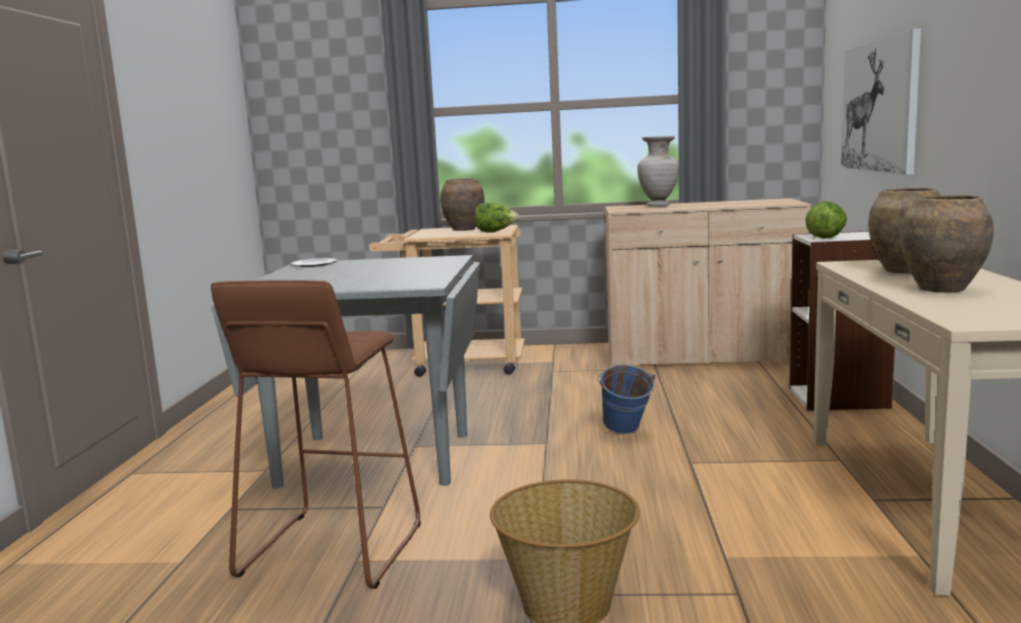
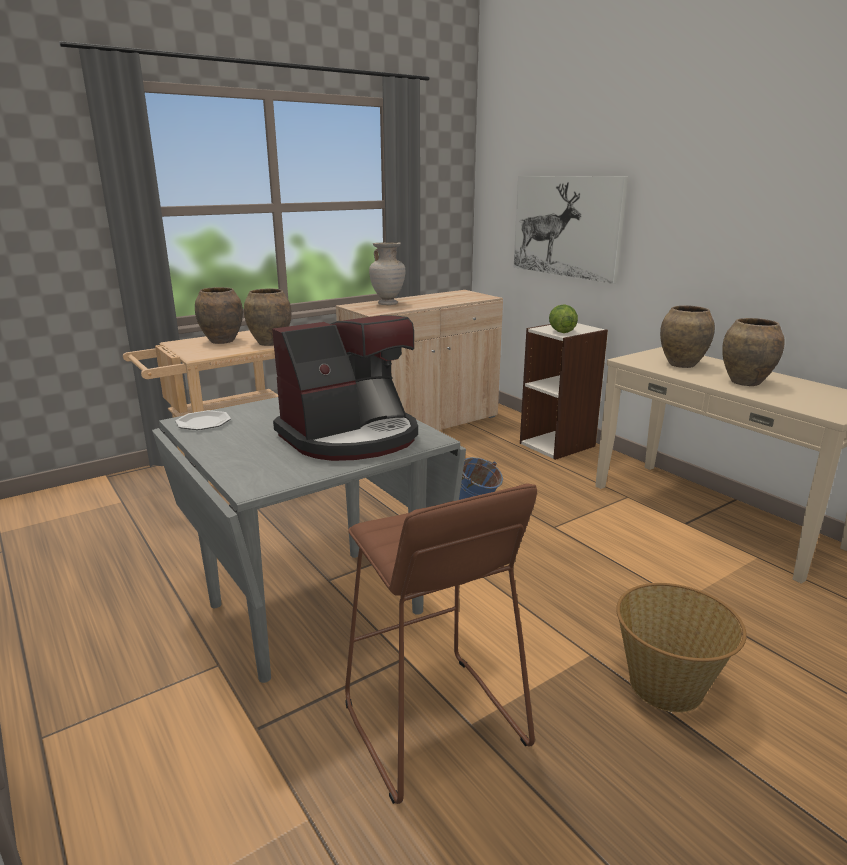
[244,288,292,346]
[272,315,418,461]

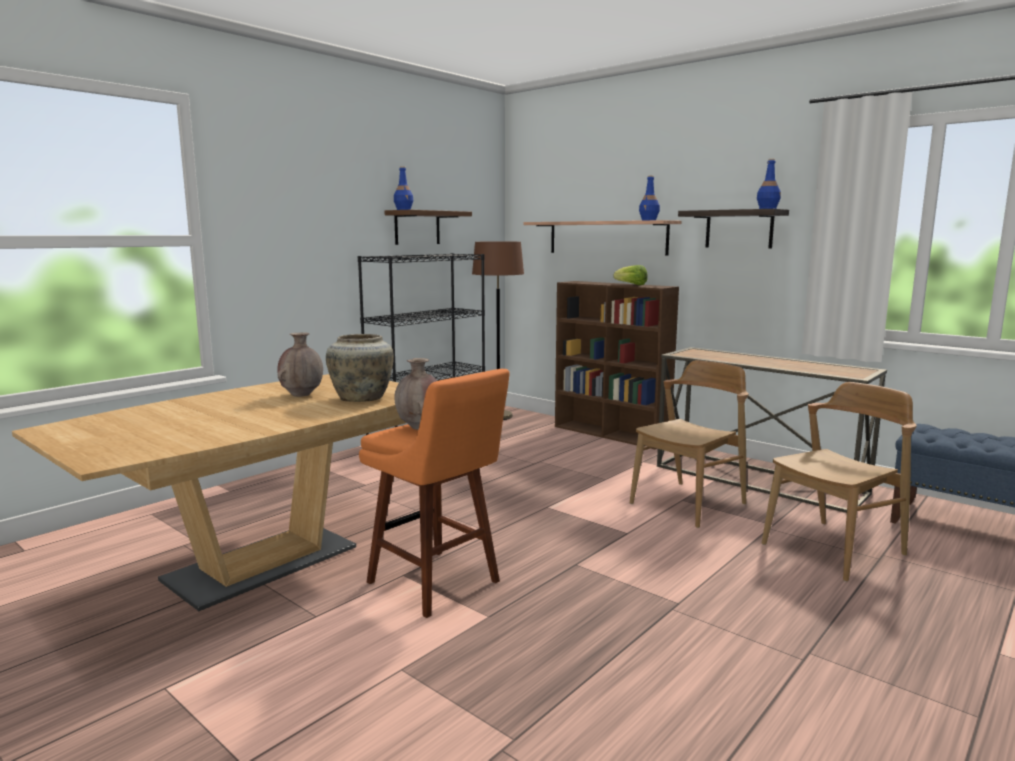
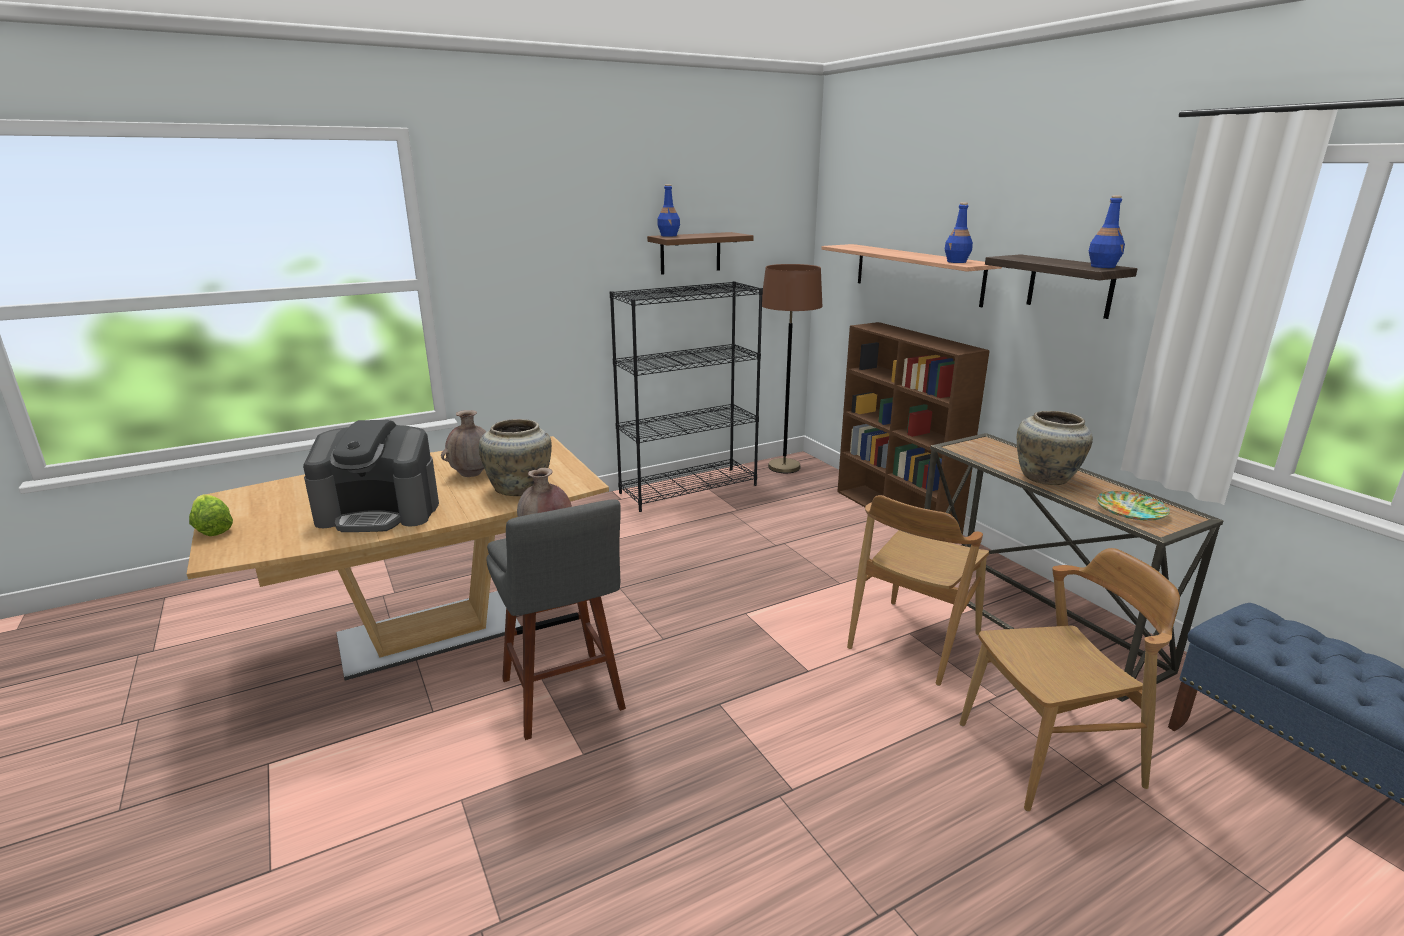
[189,494,233,536]
[847,495,989,686]
[486,500,626,740]
[1017,411,1093,485]
[303,420,439,532]
[1097,491,1170,521]

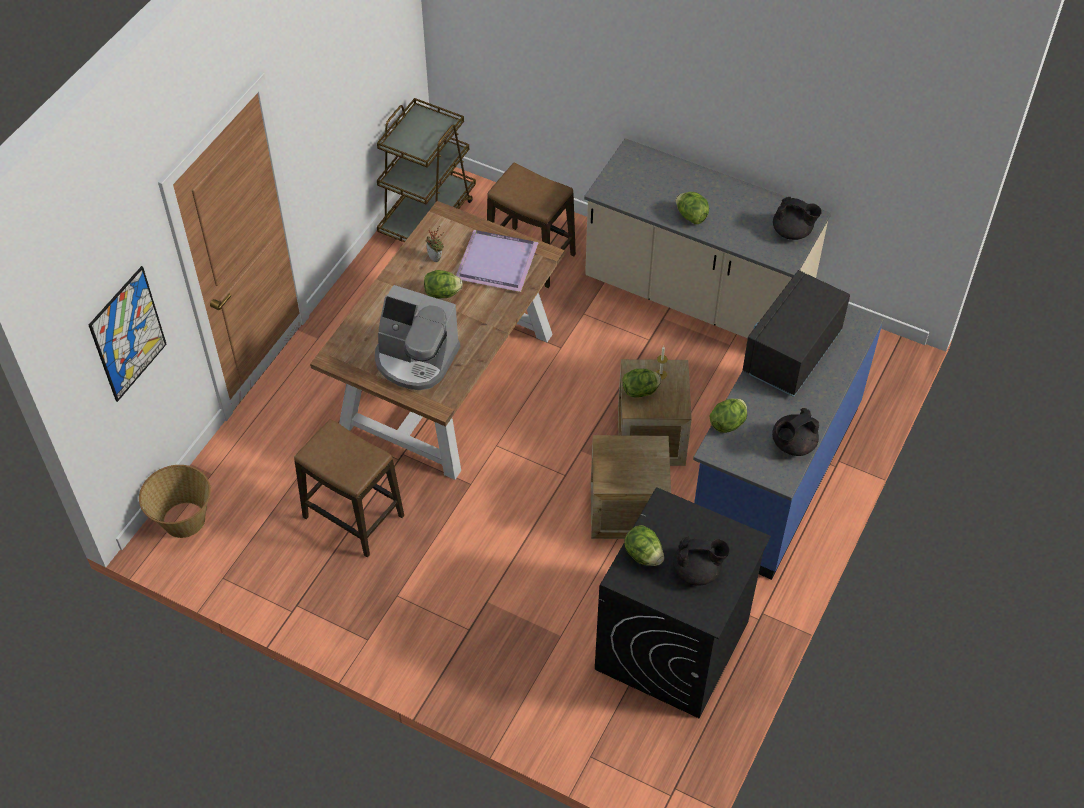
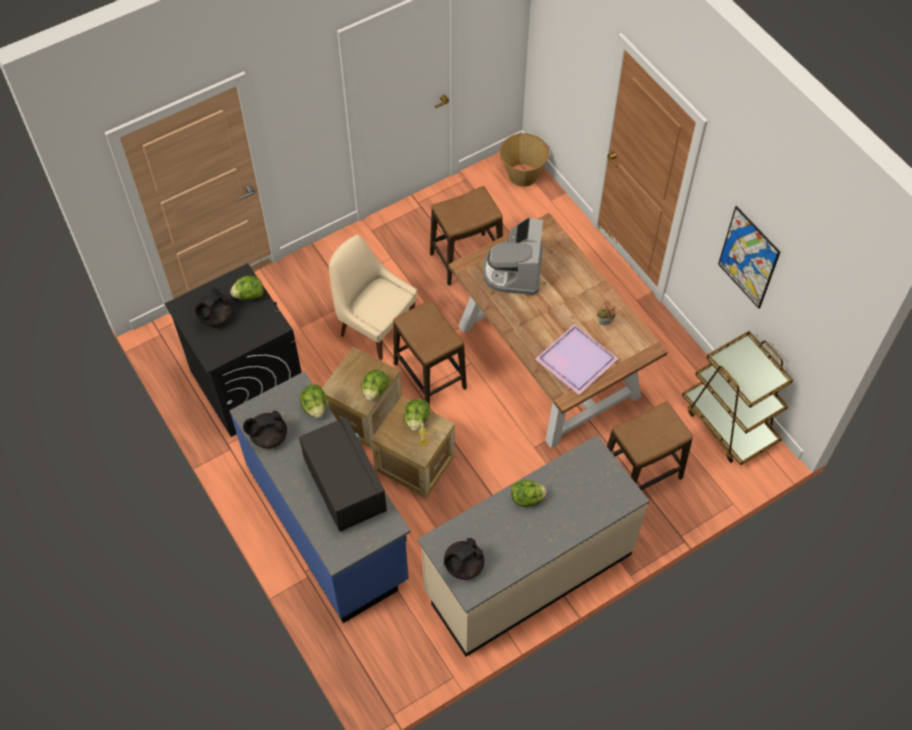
[718,206,780,309]
[362,370,389,401]
[483,217,543,295]
[243,411,287,449]
[329,235,417,360]
[393,300,467,409]

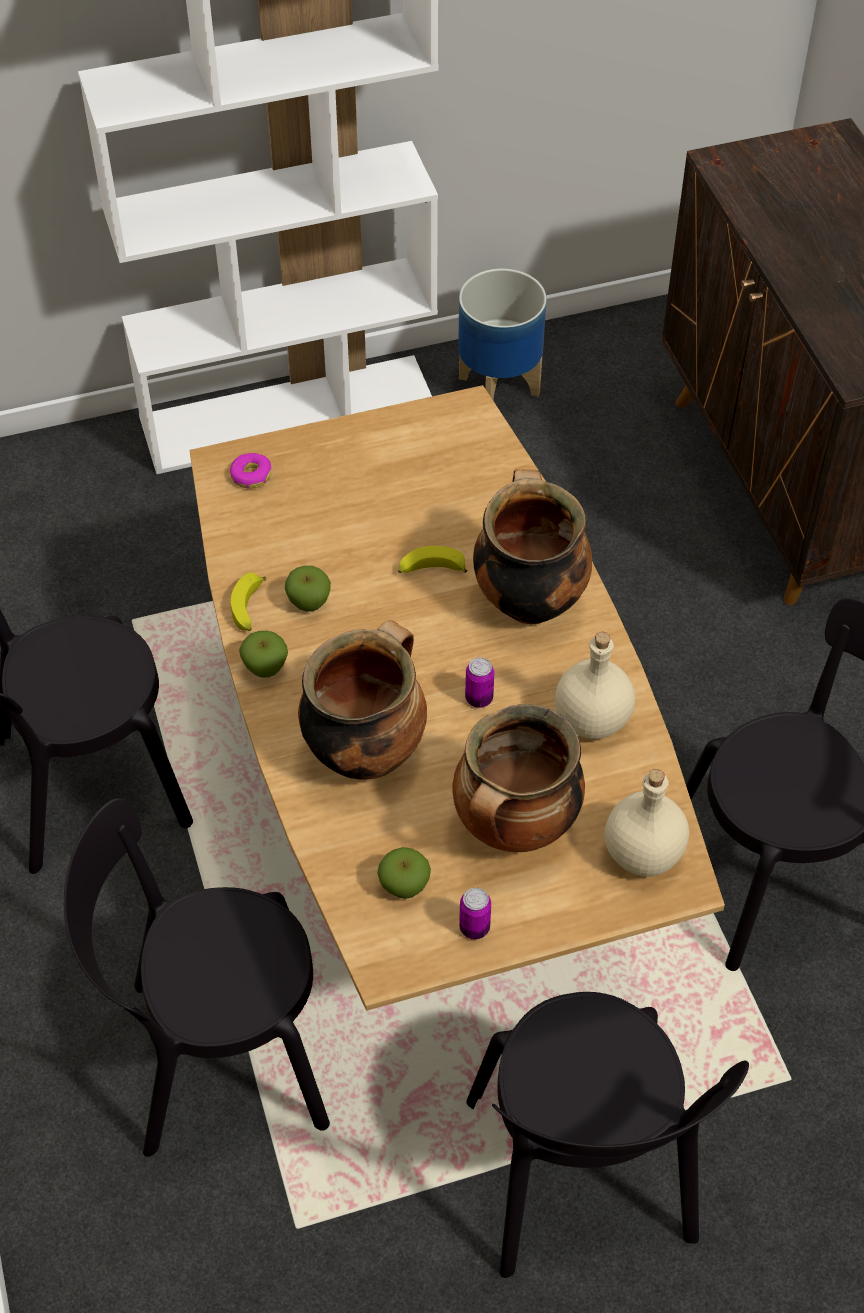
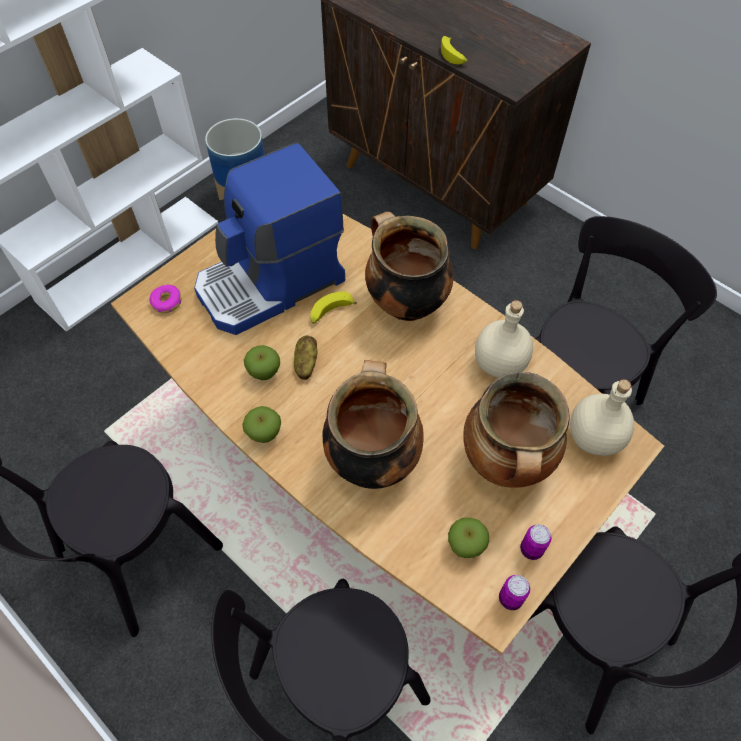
[441,36,468,64]
[499,575,530,610]
[194,142,345,335]
[294,336,318,380]

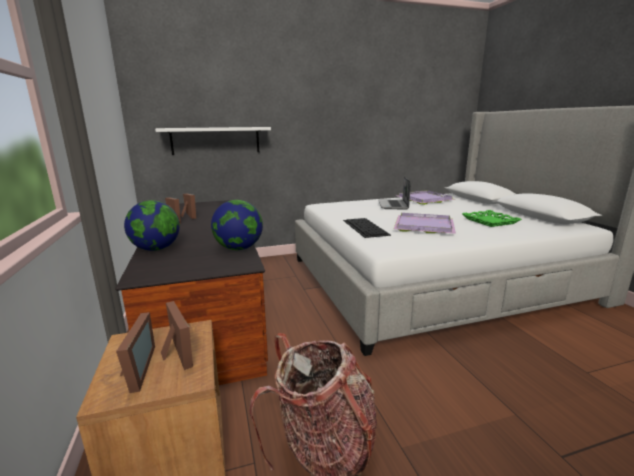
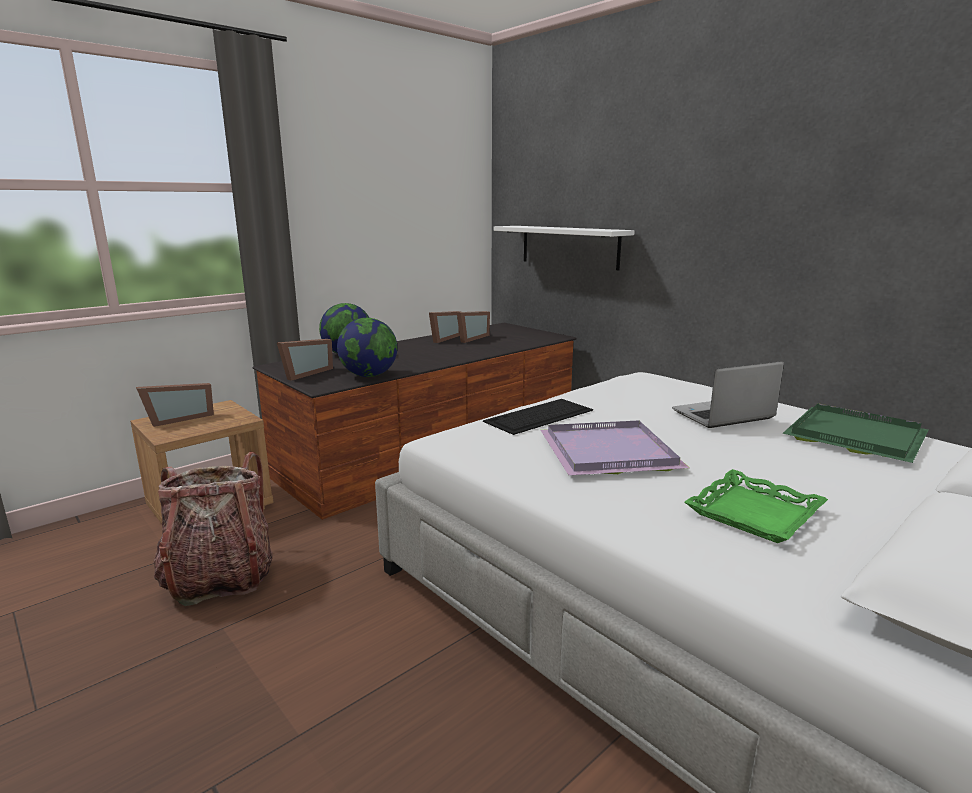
[782,403,928,463]
[277,339,333,381]

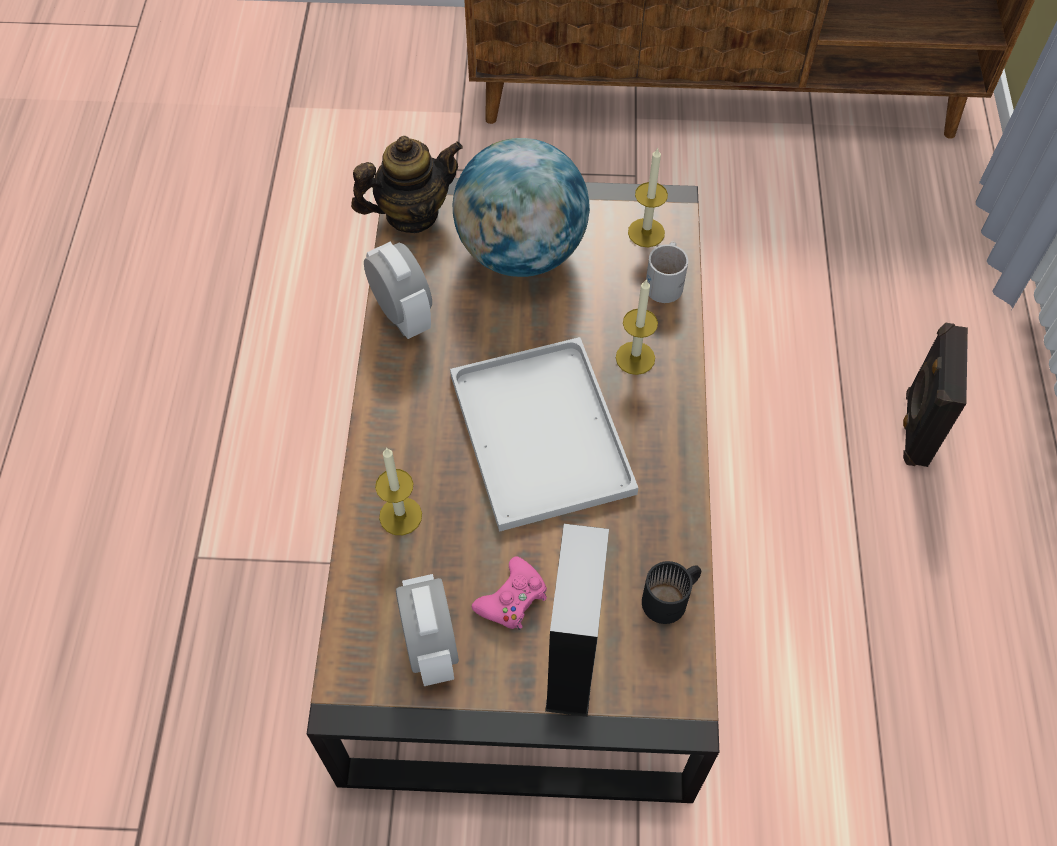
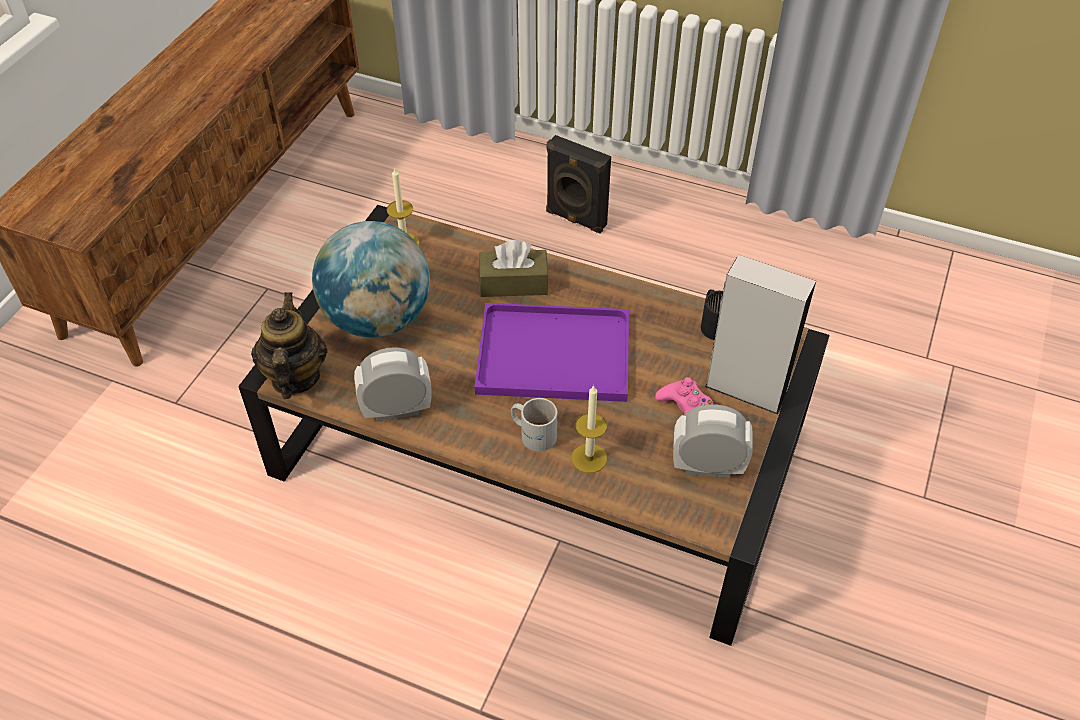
[511,398,557,451]
[479,240,549,297]
[475,303,629,402]

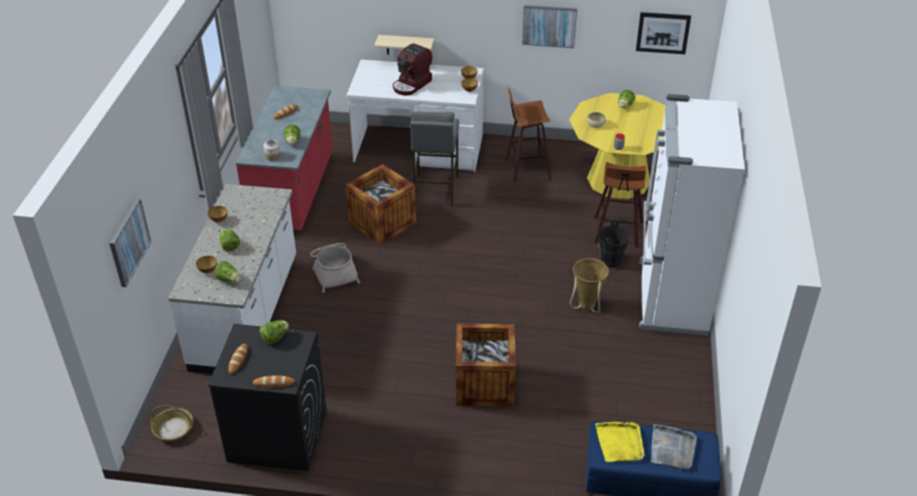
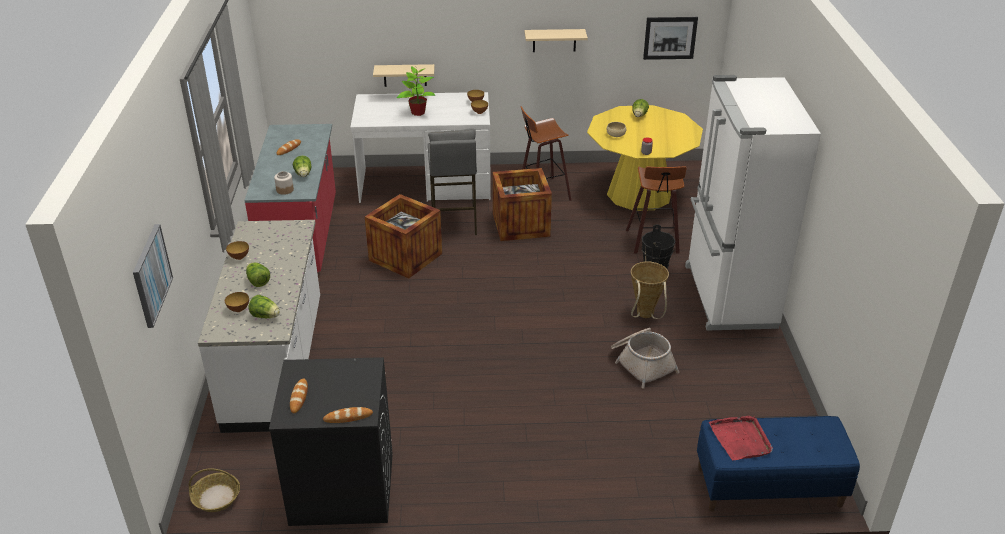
[524,29,588,52]
[397,66,435,116]
[611,328,679,389]
[259,320,289,344] (first image)
[493,168,552,241]
[709,416,773,460]
[651,424,697,469] (first image)

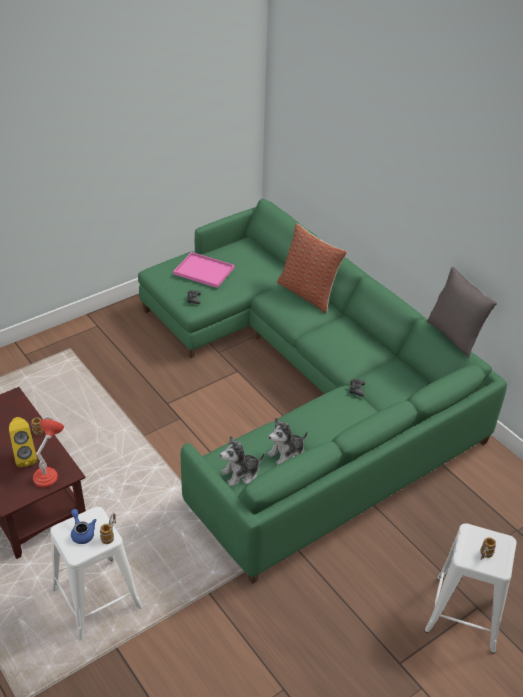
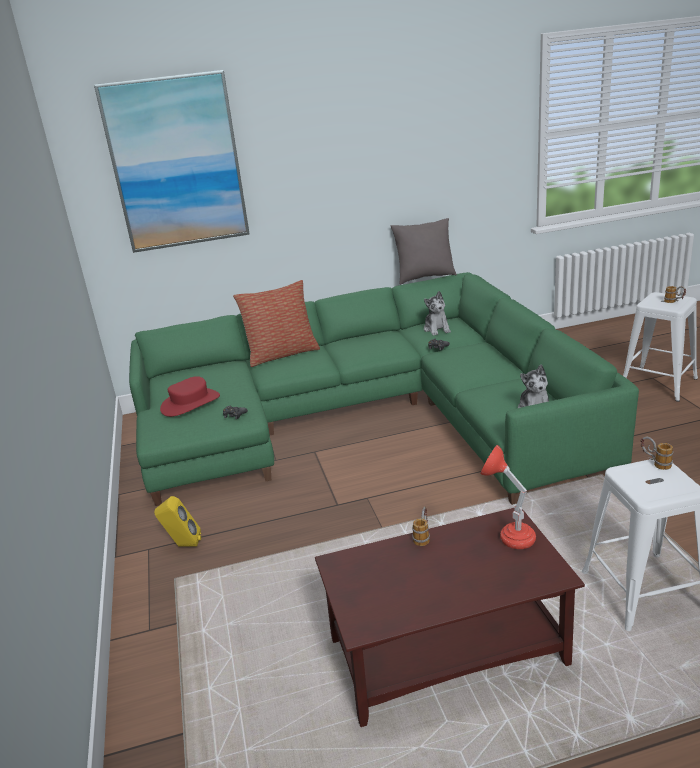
[160,376,220,417]
[154,496,201,547]
[424,291,451,336]
[71,509,96,544] (first image)
[94,70,250,253]

